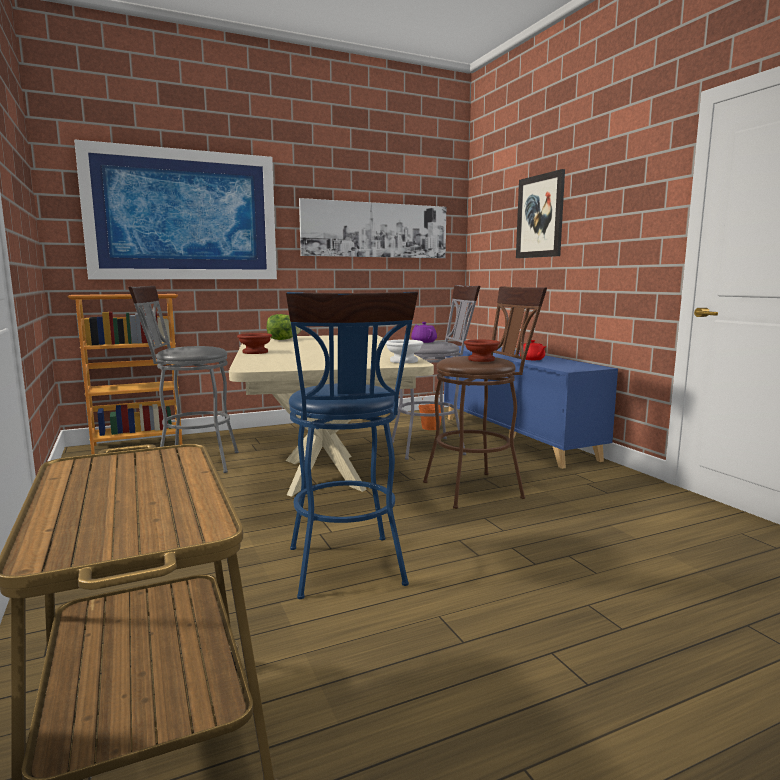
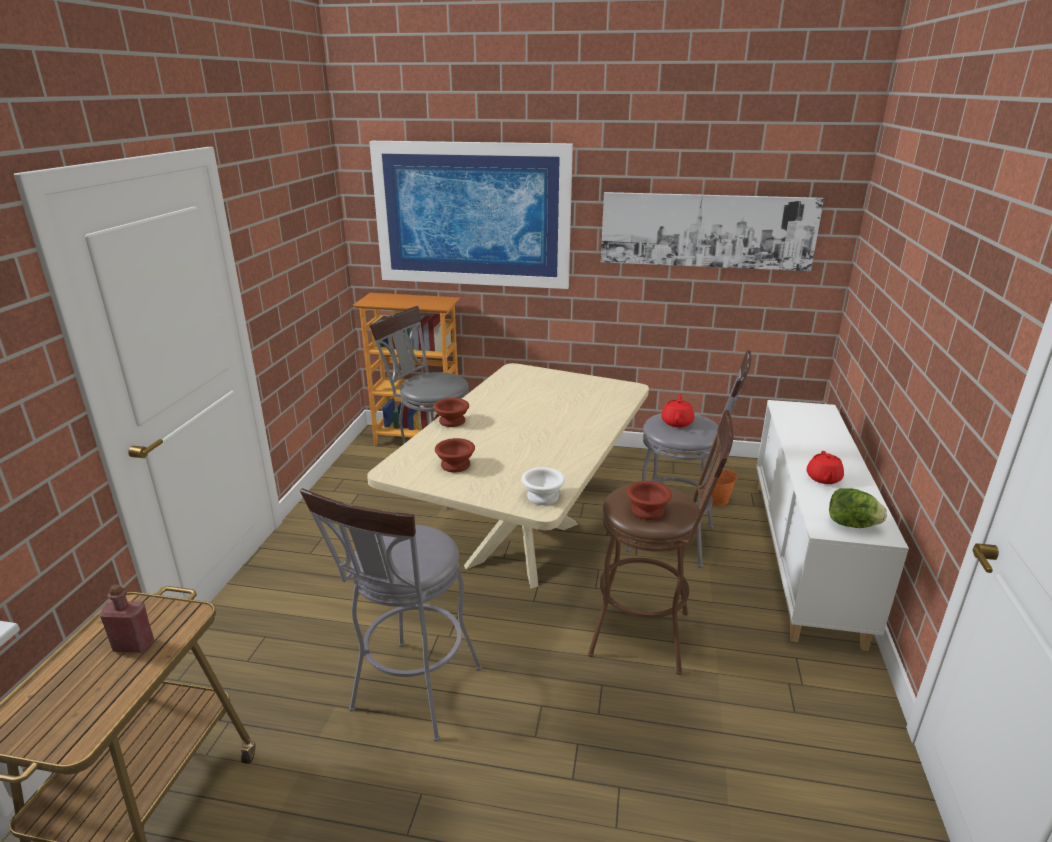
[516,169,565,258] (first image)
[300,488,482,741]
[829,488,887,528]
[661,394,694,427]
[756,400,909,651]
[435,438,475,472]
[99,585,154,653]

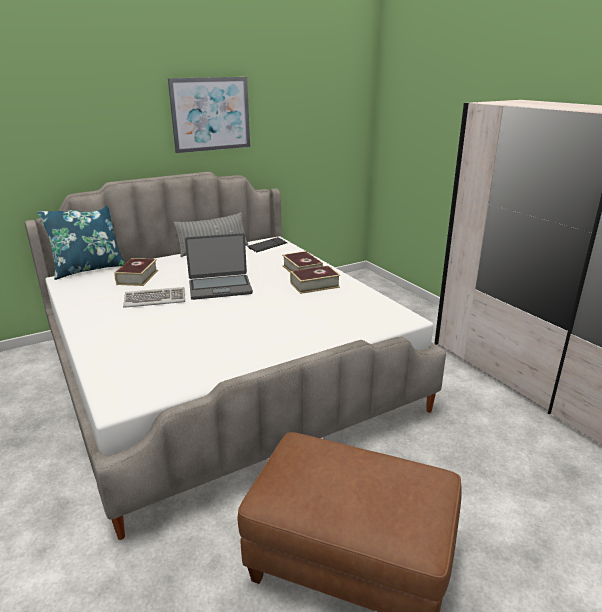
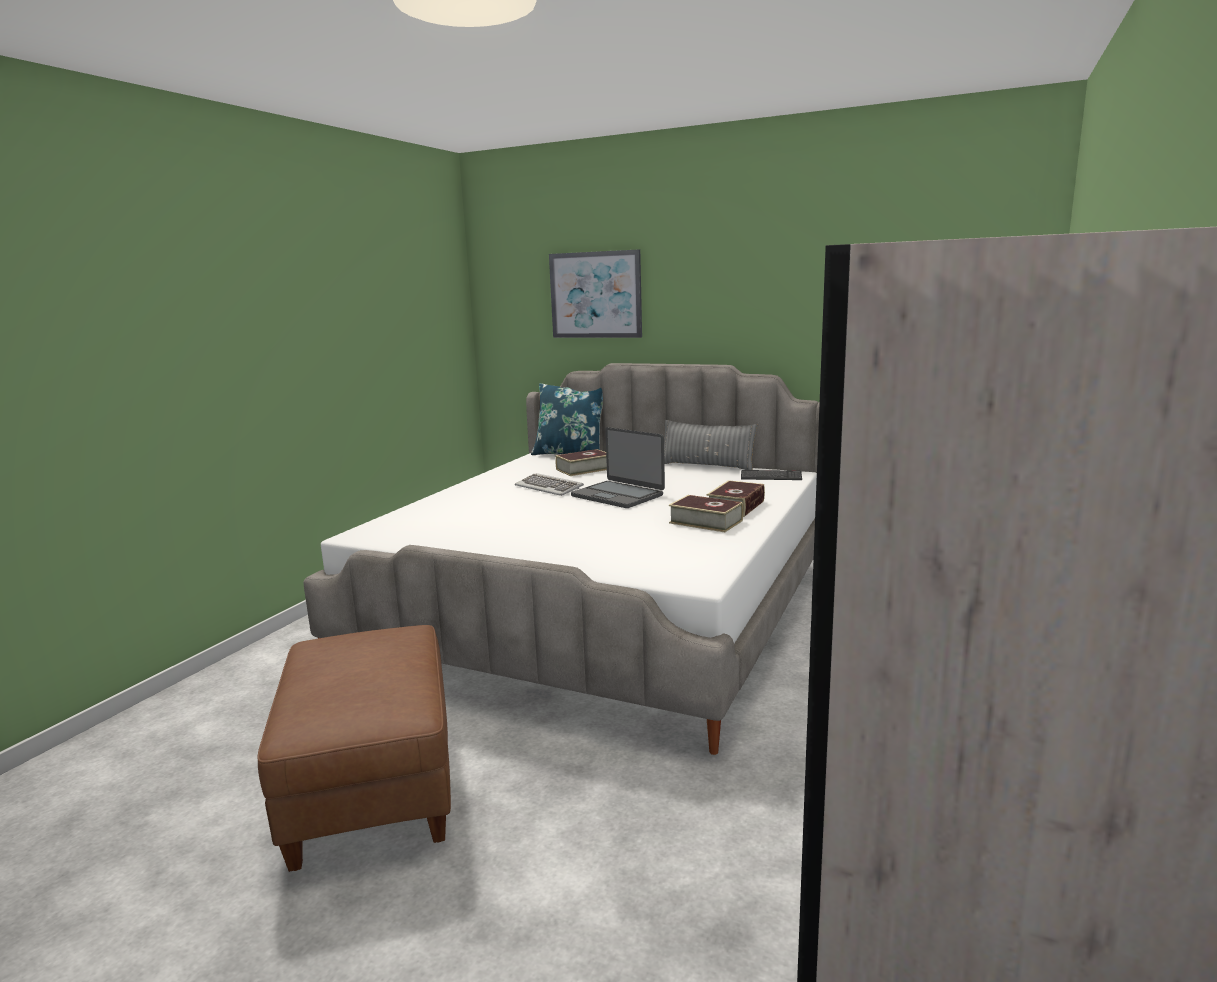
[549,249,642,338]

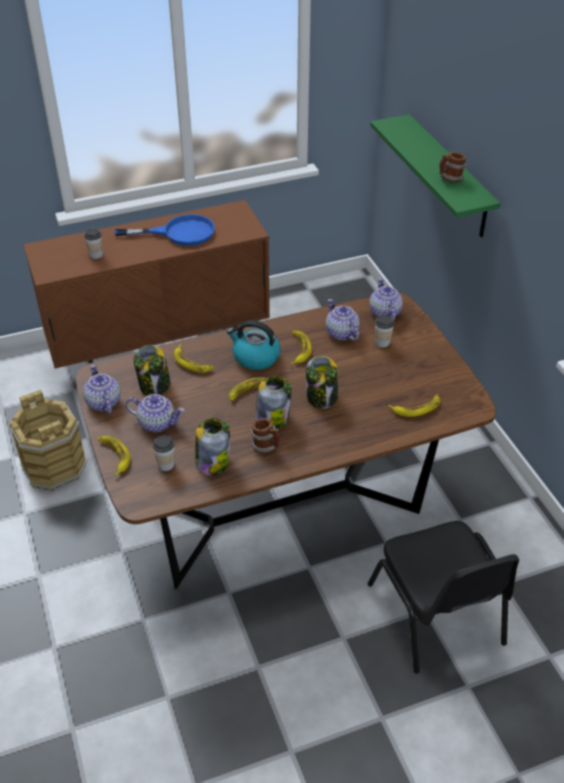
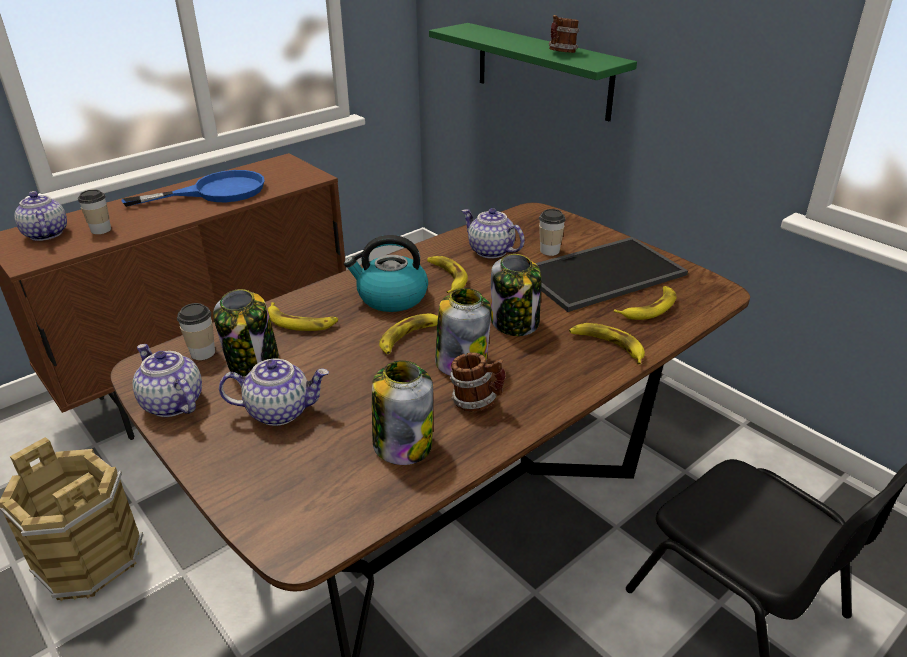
[14,191,67,241]
[177,303,215,360]
[569,323,645,365]
[535,237,688,312]

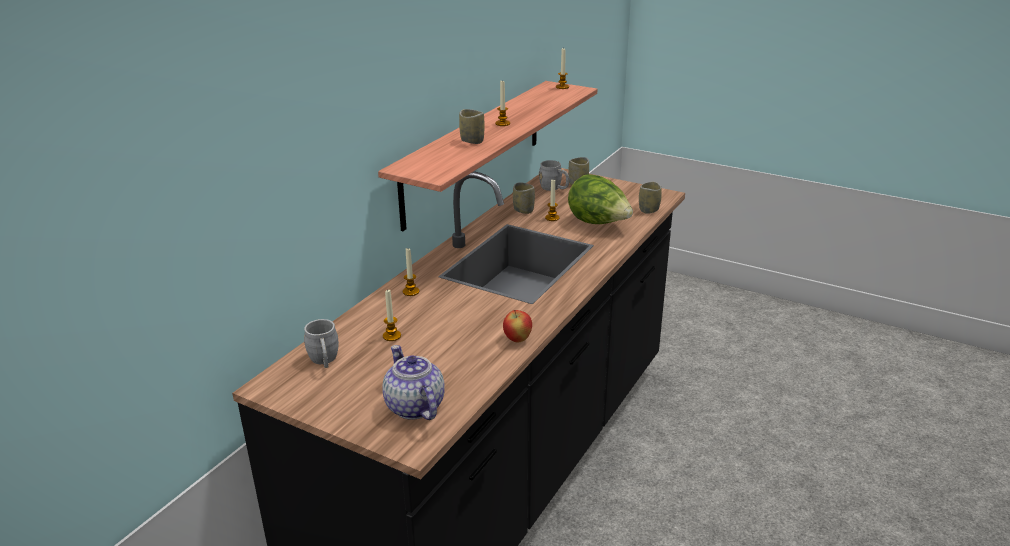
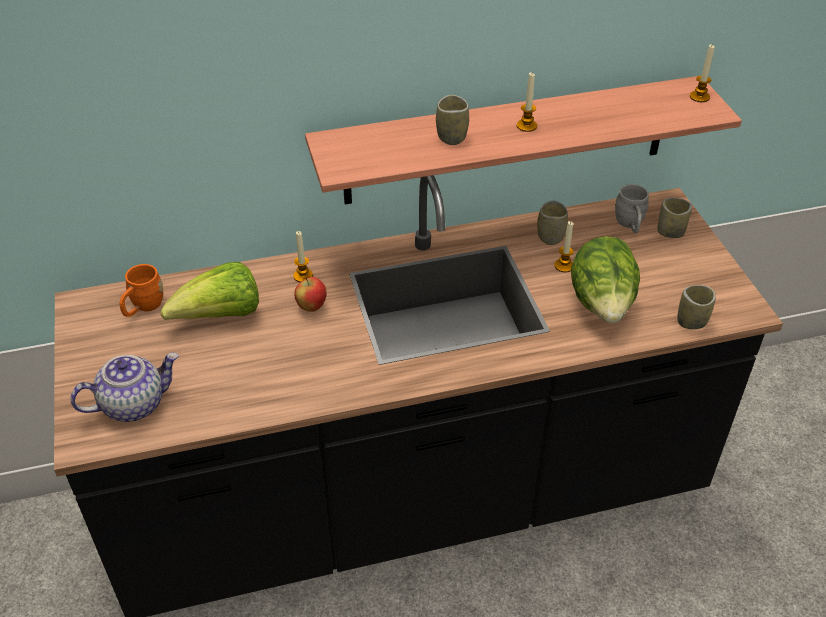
[161,262,259,320]
[294,277,327,312]
[120,264,163,317]
[71,353,179,422]

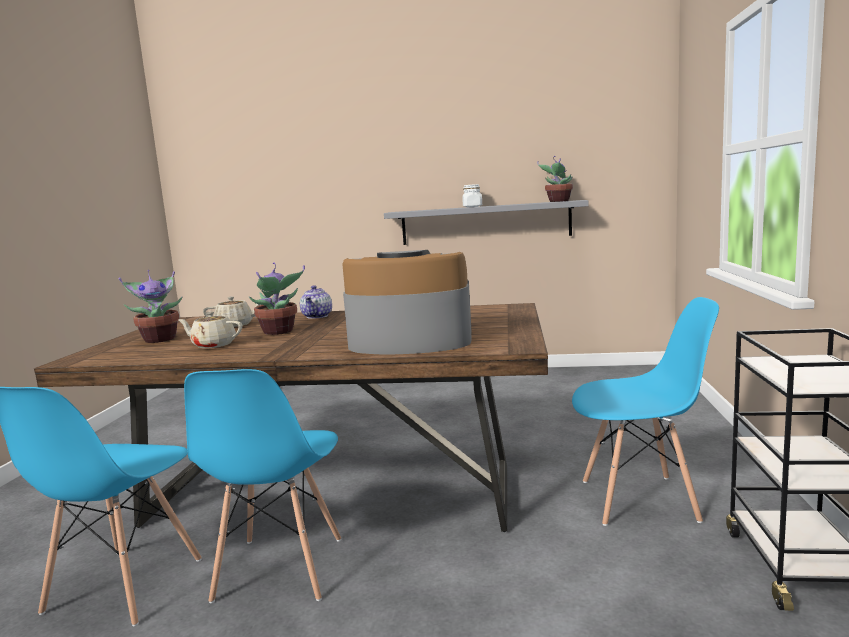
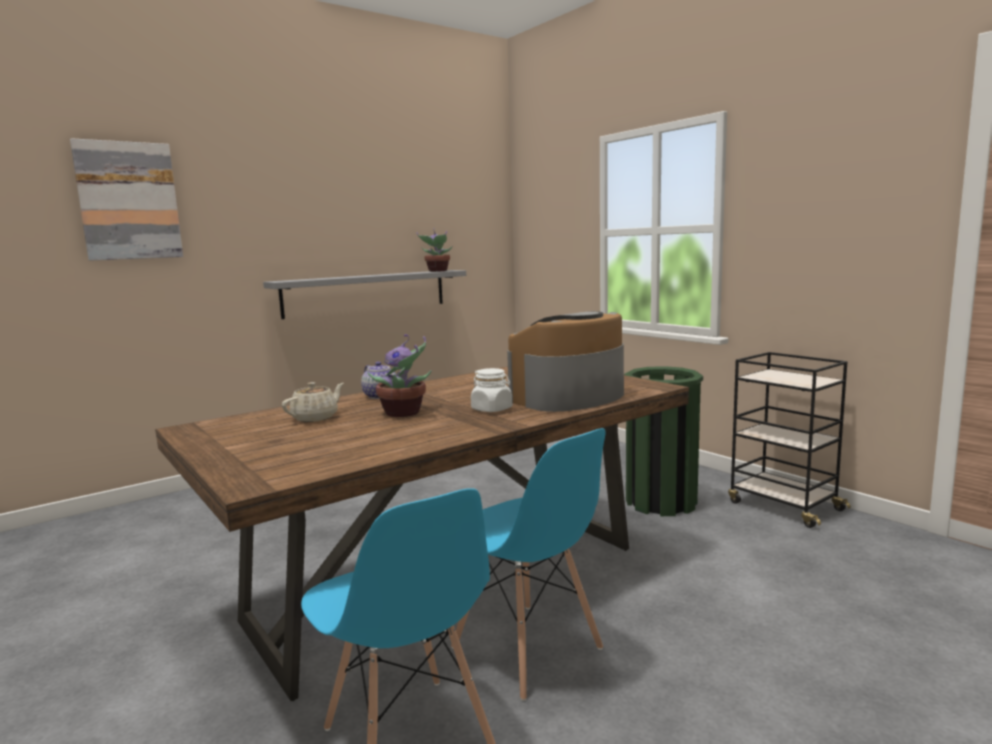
[471,368,512,412]
[119,270,183,343] (first image)
[624,366,703,516]
[178,311,242,348] (first image)
[70,138,183,261]

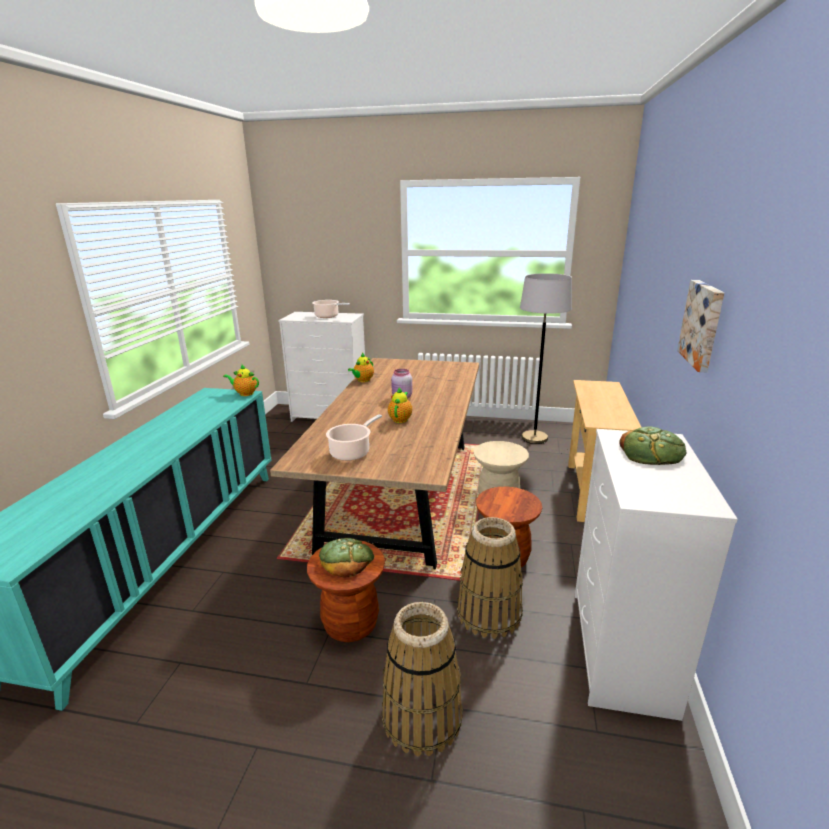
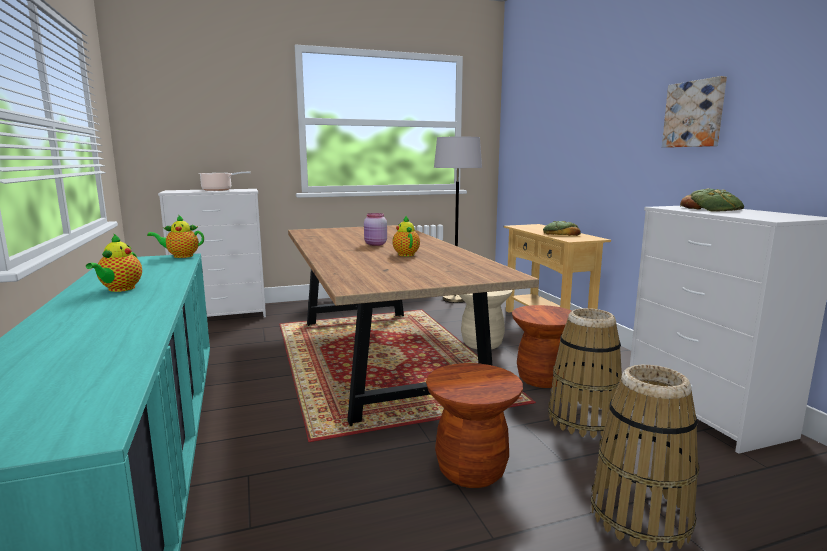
[86,233,142,292]
[326,414,382,461] (first image)
[543,221,581,236]

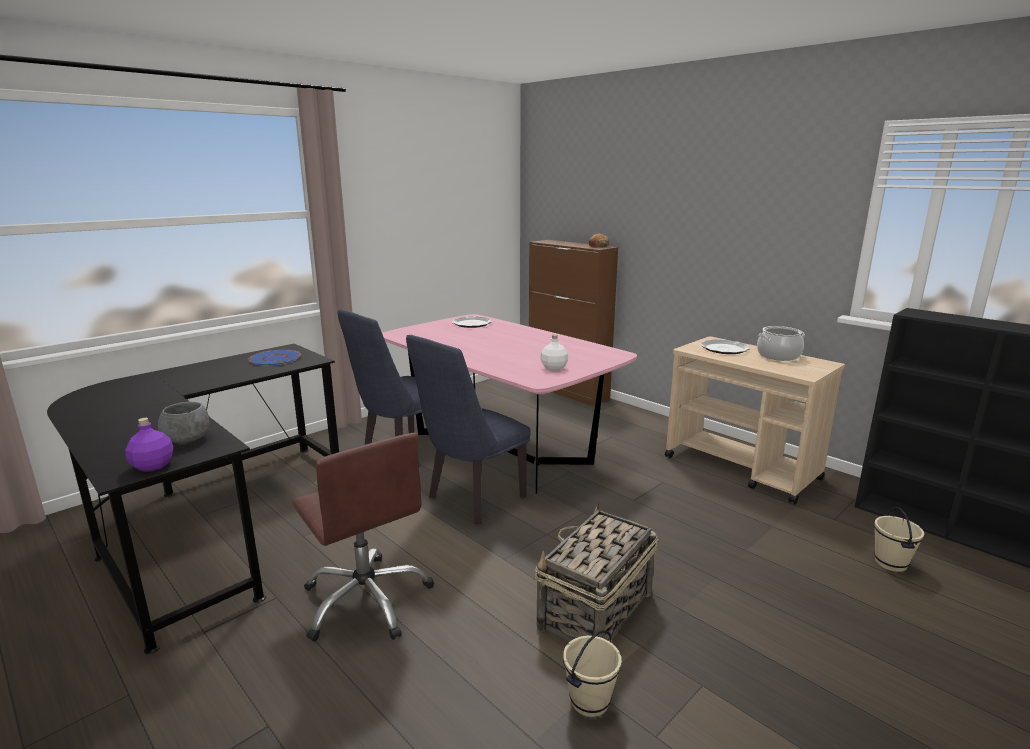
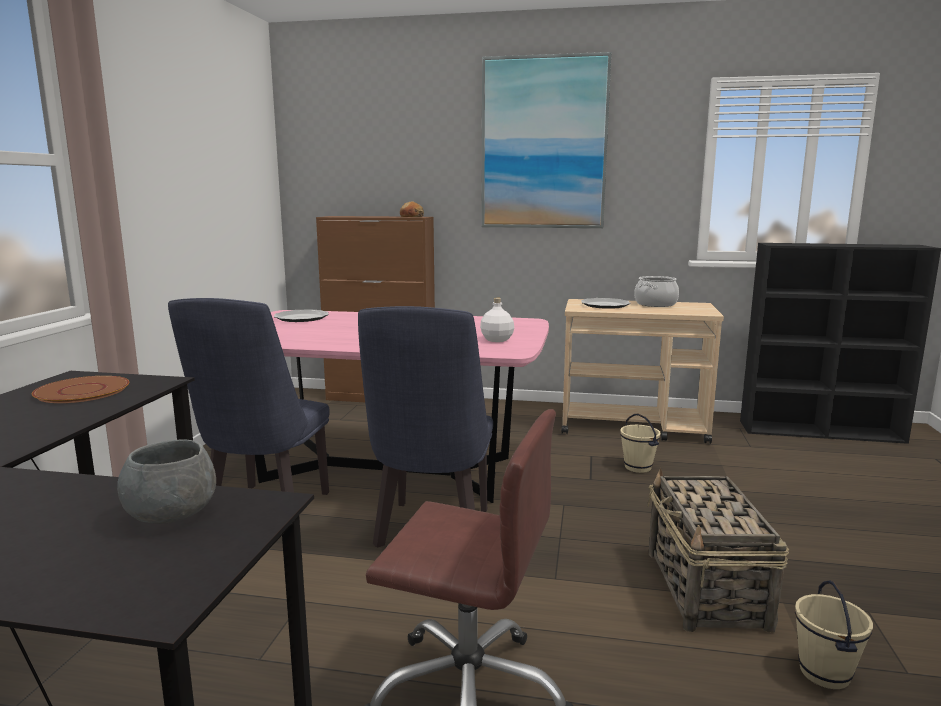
[32,376,130,403]
[125,418,173,472] (first image)
[620,413,661,473]
[481,52,611,228]

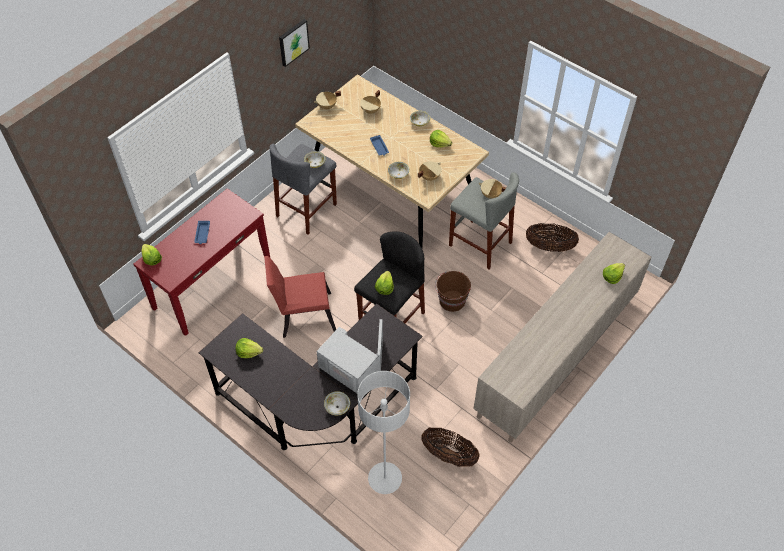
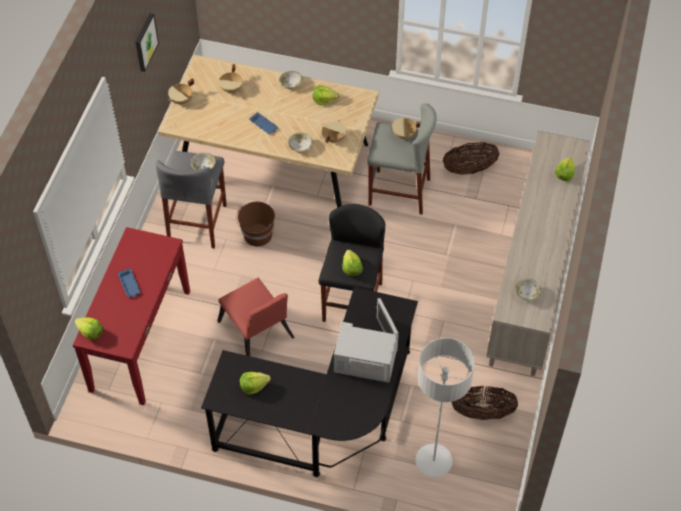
[217,278,294,356]
[236,202,275,246]
[515,278,542,301]

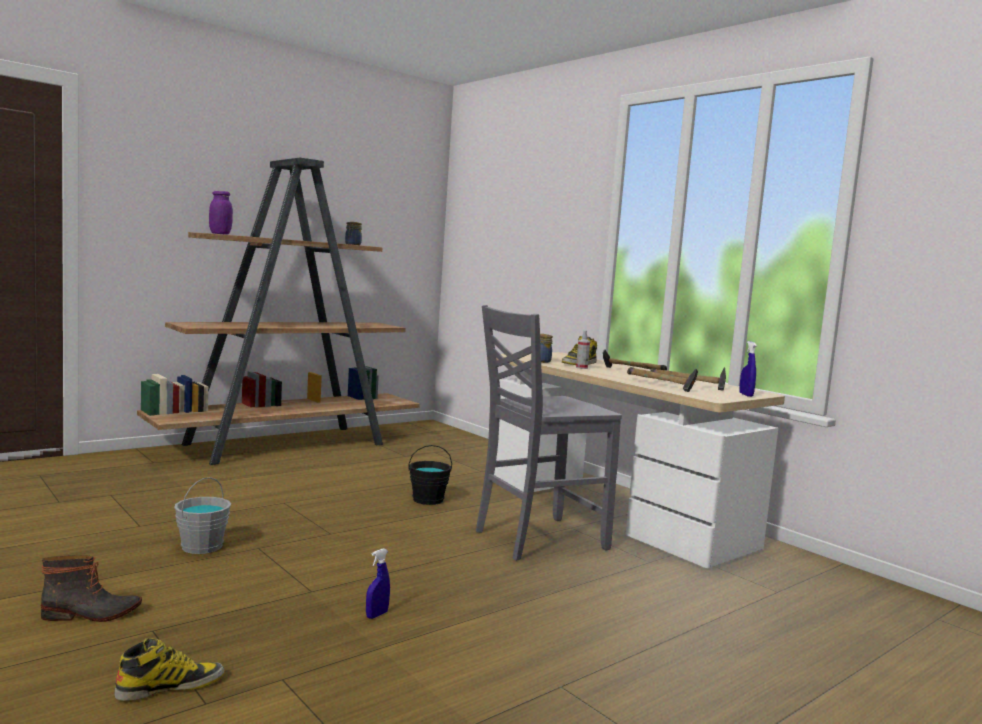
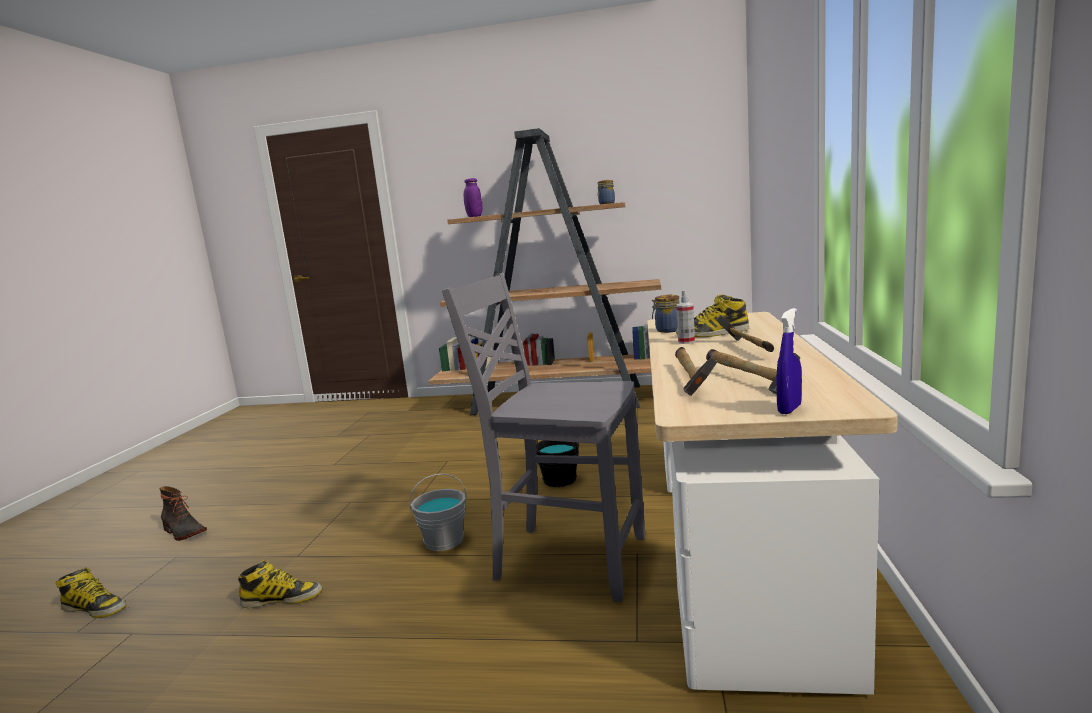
[409,474,467,551]
[238,560,322,608]

